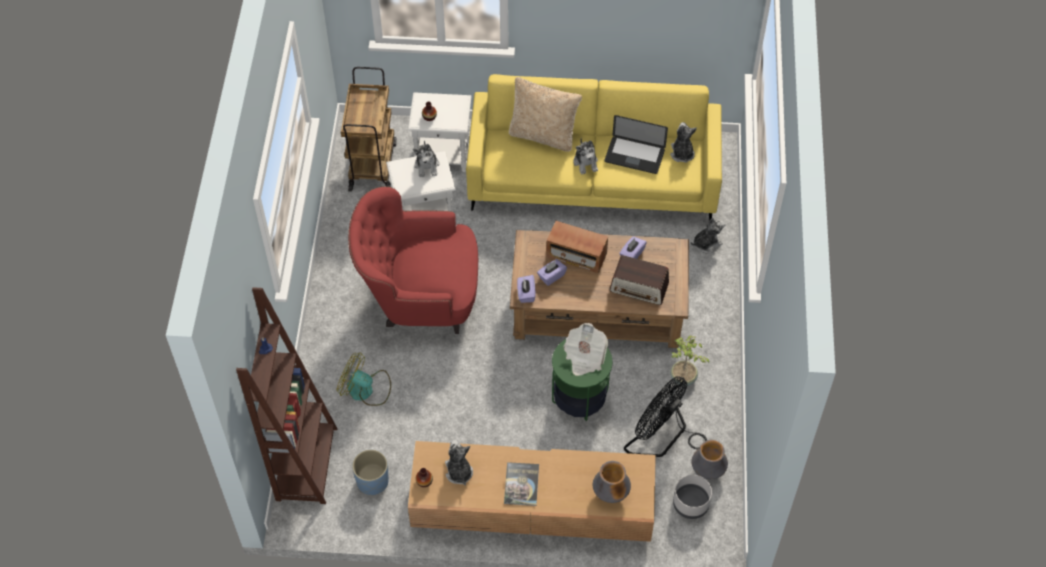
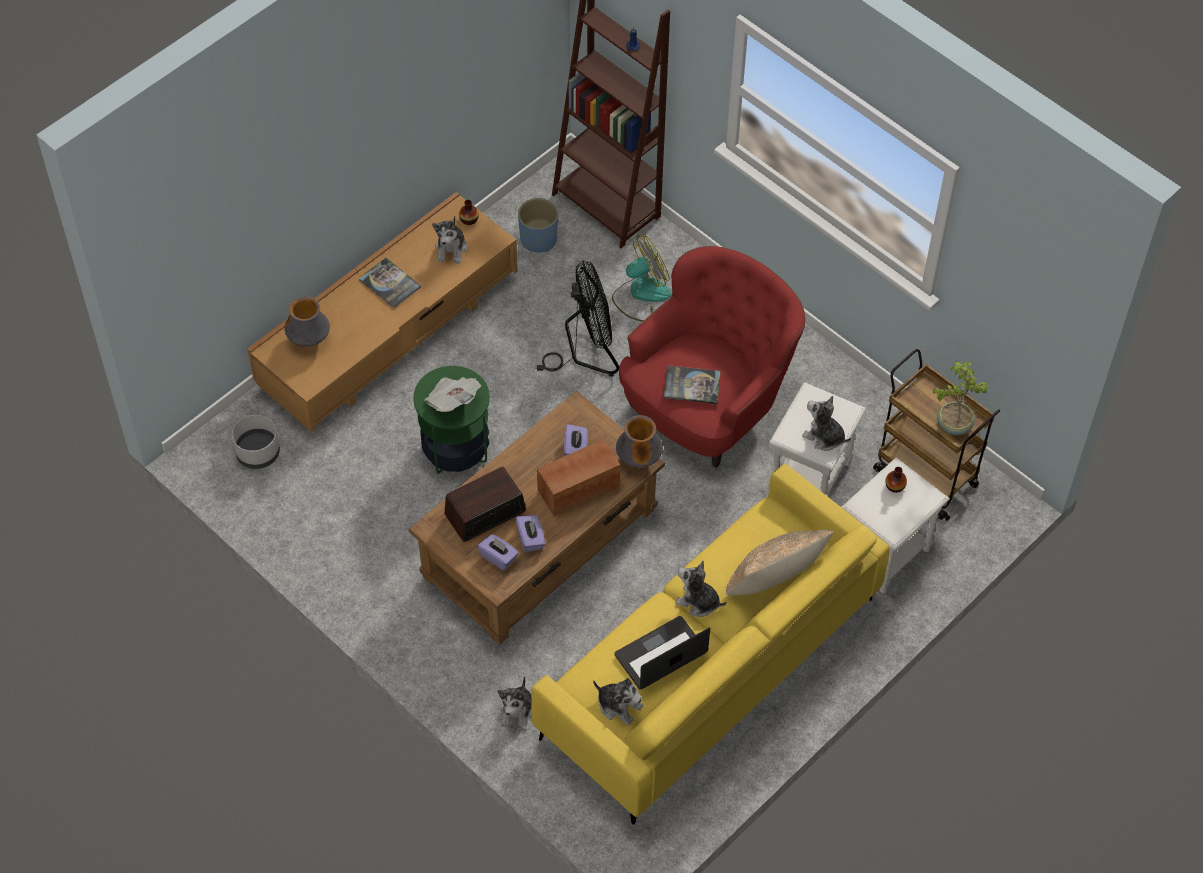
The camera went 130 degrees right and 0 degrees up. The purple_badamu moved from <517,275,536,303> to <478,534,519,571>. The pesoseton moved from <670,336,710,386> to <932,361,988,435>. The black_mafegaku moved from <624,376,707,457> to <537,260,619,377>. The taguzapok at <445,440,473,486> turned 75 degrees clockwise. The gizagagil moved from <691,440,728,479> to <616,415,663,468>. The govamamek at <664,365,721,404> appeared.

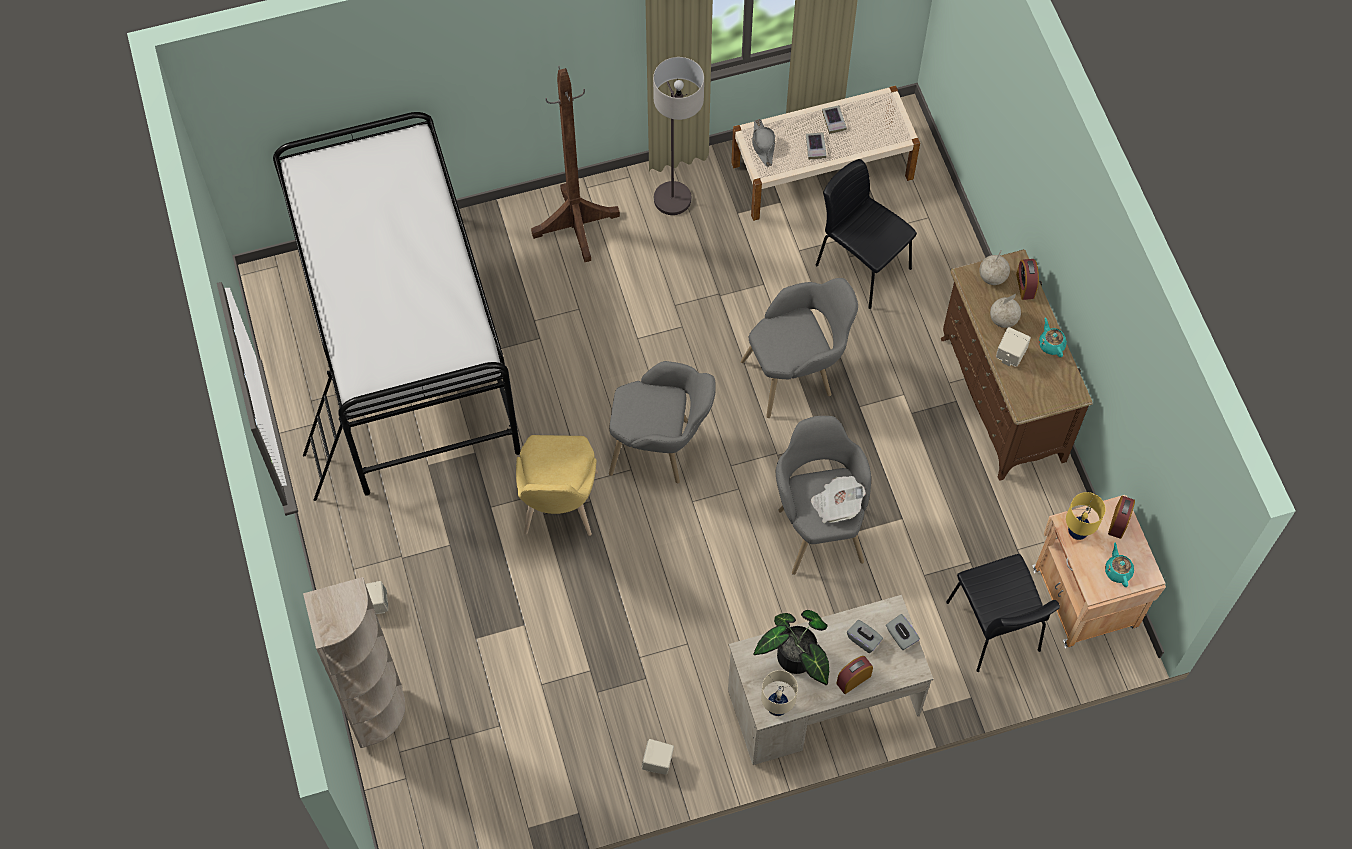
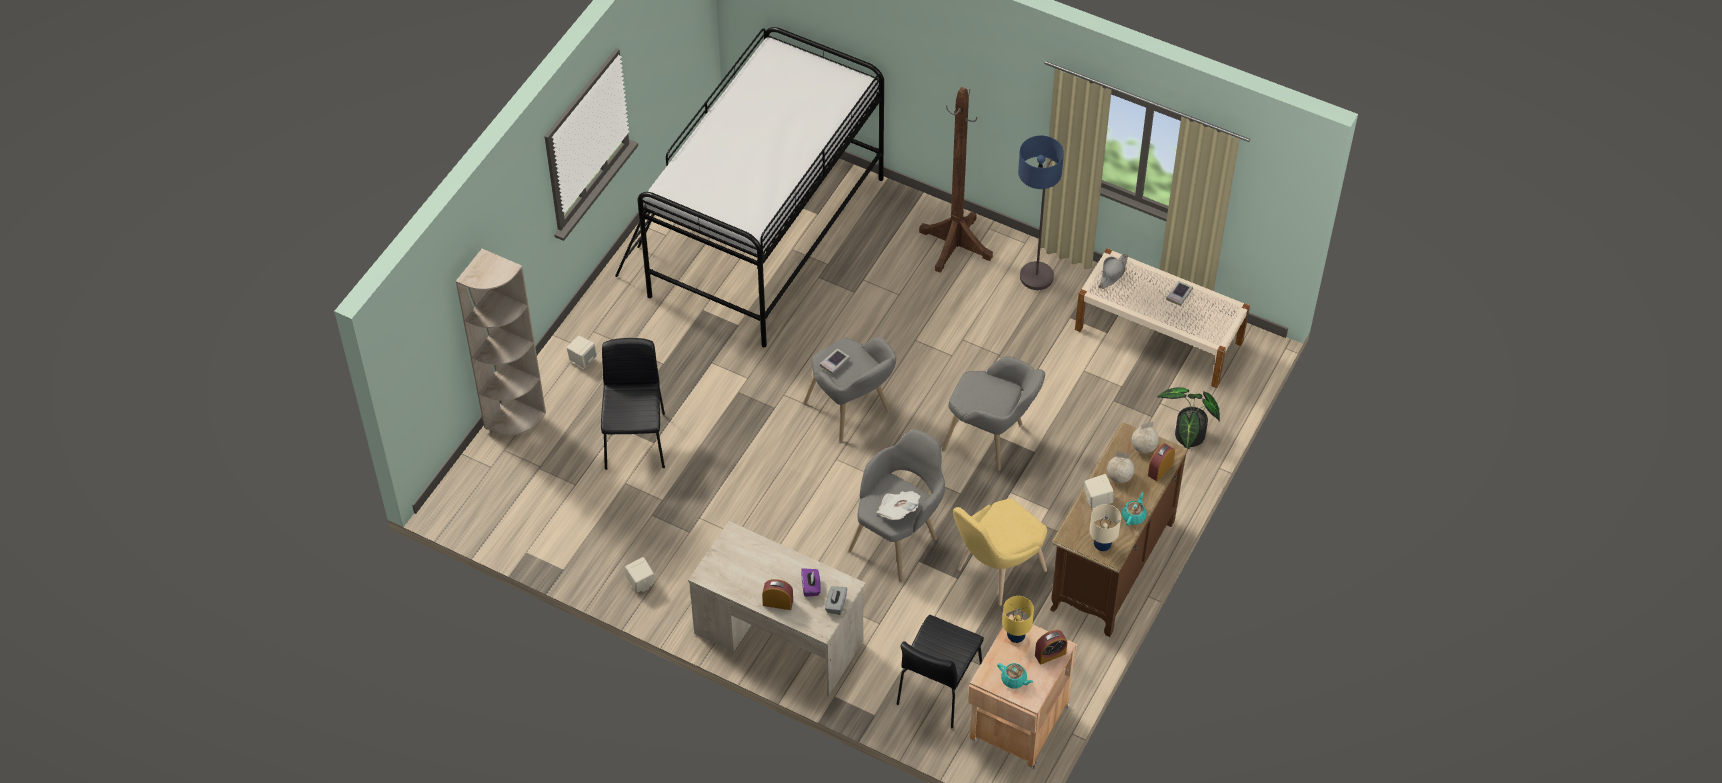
The camera went 45 degrees right and 10 degrees down. The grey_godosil at <653,57,704,215> became the blue_godosil at <1018,136,1064,290>. The govamamek moved from <806,132,827,160> to <820,348,850,374>. The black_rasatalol moved from <816,159,917,309> to <601,338,665,470>. The yellow_rasatalol moved from <516,435,598,536> to <953,499,1047,606>. The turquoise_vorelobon at <1105,542,1134,587> turned 90 degrees clockwise. The pesoseton moved from <753,610,829,685> to <1157,387,1220,450>. The grey_badamu at <847,620,883,653> became the purple_badamu at <801,568,821,597>. The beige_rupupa moved from <761,670,798,716> to <1089,504,1121,551>.

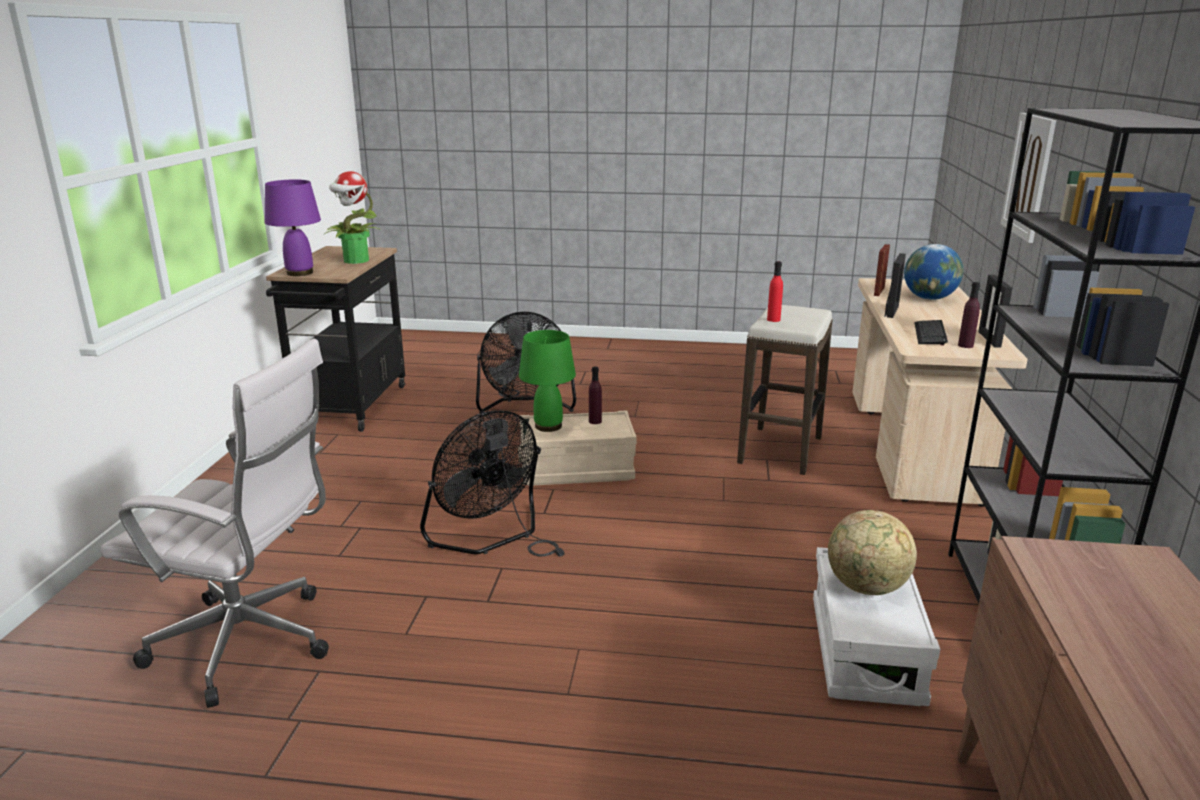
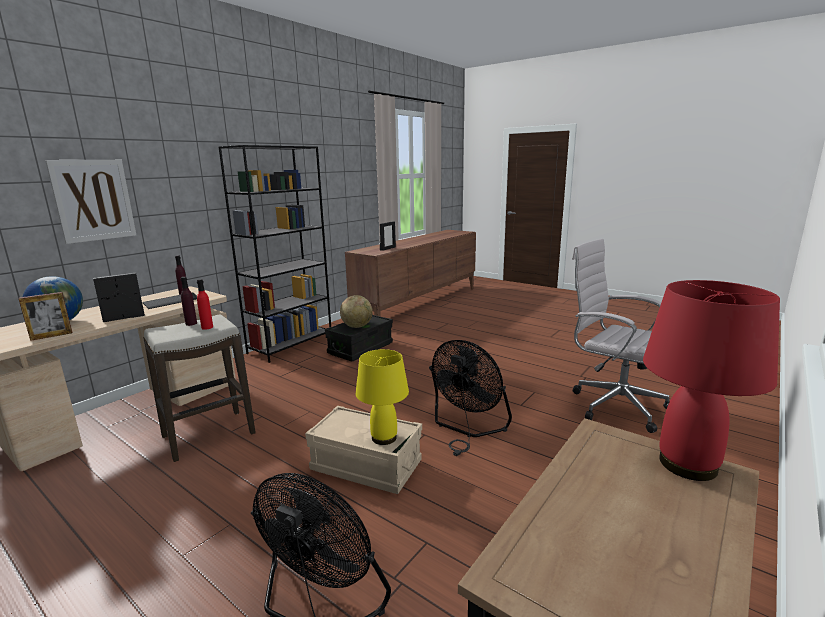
The camera went 150 degrees left and 5 degrees down. The pesoseton at <325,171,381,264> disappeared. The purple_rupupa at <265,179,321,276> became the red_rupupa at <643,280,780,481>. The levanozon moved from <978,275,1012,348> to <380,221,396,251>. The green_rupupa at <519,330,576,432> became the yellow_rupupa at <356,349,409,445>. The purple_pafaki moved from <589,366,602,424> to <181,277,197,326>. The black_mafegaku at <420,411,564,557> turned 135 degrees counterclockwise. The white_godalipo at <813,547,940,706> became the black_godalipo at <325,315,393,361>.

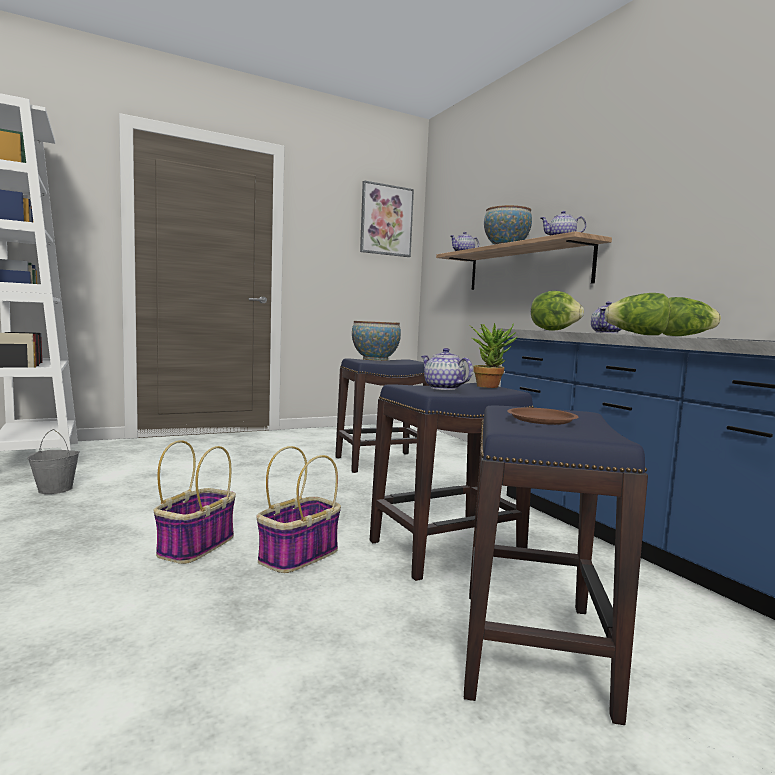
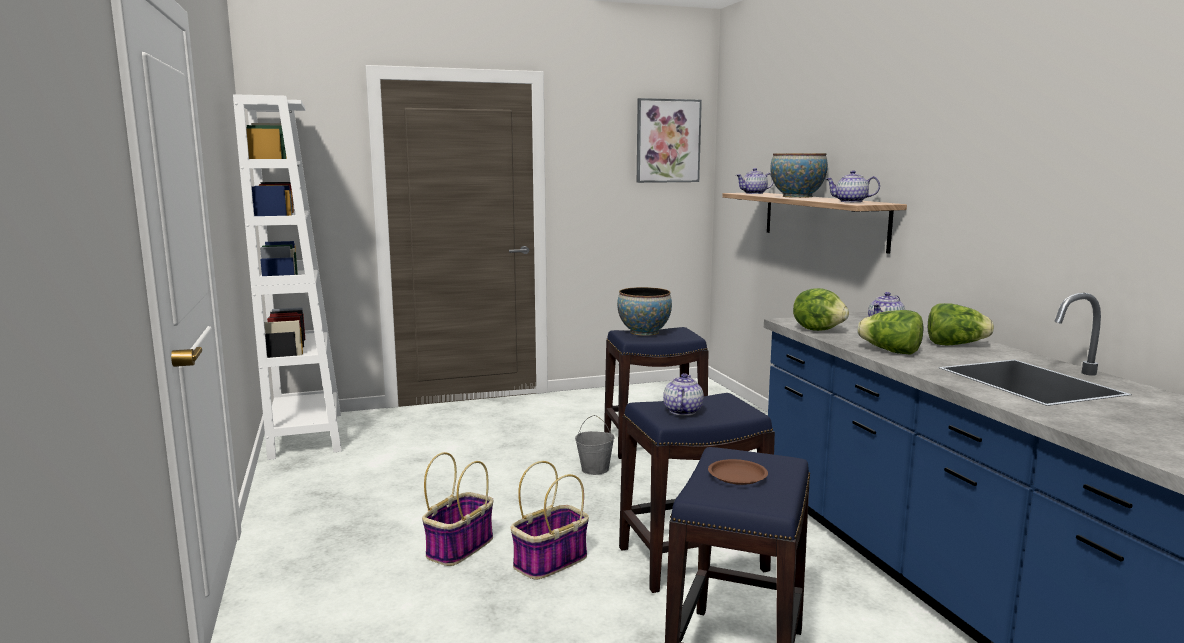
The camera went 10 degrees right and 5 degrees up. The pesoseton at <470,323,518,388> disappeared. The vorelobon at <421,348,473,390> turned 45 degrees clockwise. The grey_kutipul moved from <27,429,80,494> to <575,415,615,475>.

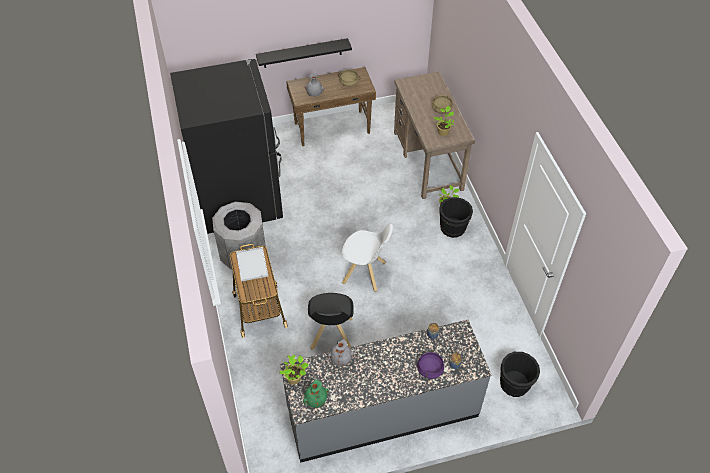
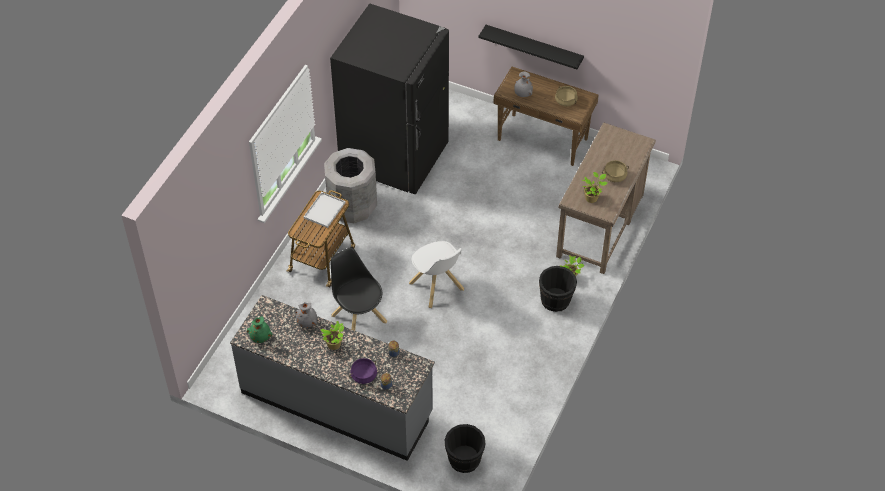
The camera went 40 degrees right and 0 degrees up. The black_rasatalol at <308,293,354,350> turned 105 degrees clockwise. The pesoseton moved from <279,354,308,385> to <321,321,344,350>.

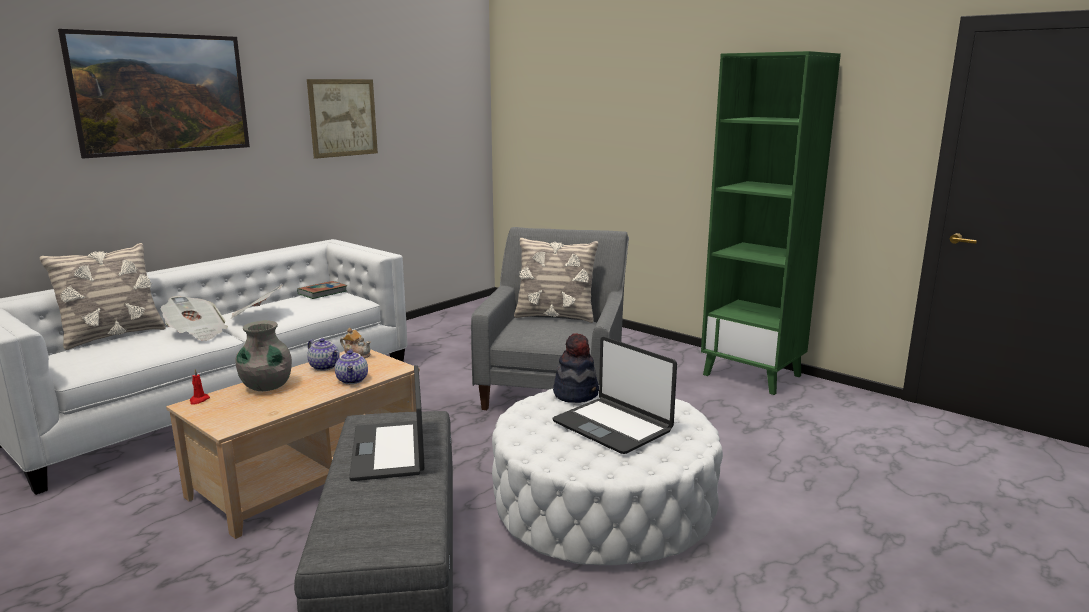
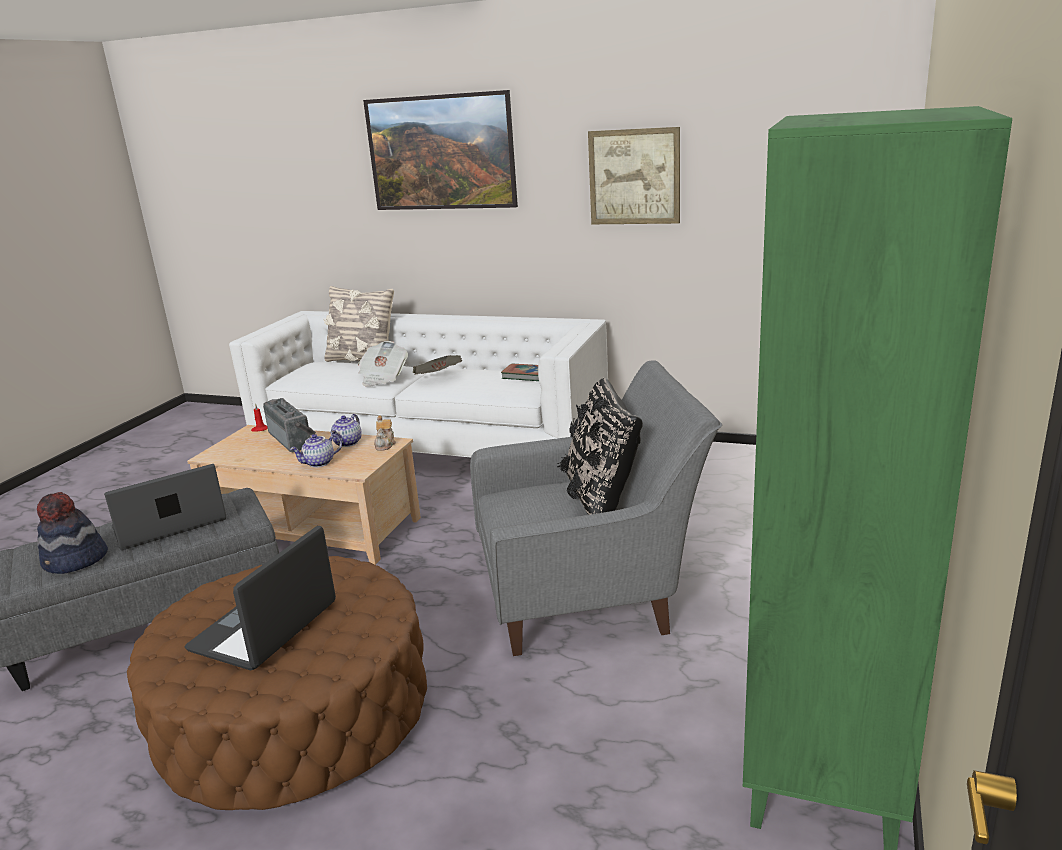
The camera went 70 degrees right and 5 degrees up. The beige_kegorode at <514,238,598,323> became the black_kegorode at <557,378,643,515>. The grey_gizagagil at <235,320,292,391> was replaced by the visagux at <263,398,316,452>. The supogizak moved from <553,333,599,403> to <37,492,108,574>. The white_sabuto at <492,389,723,565> became the brown_sabuto at <127,556,427,810>.

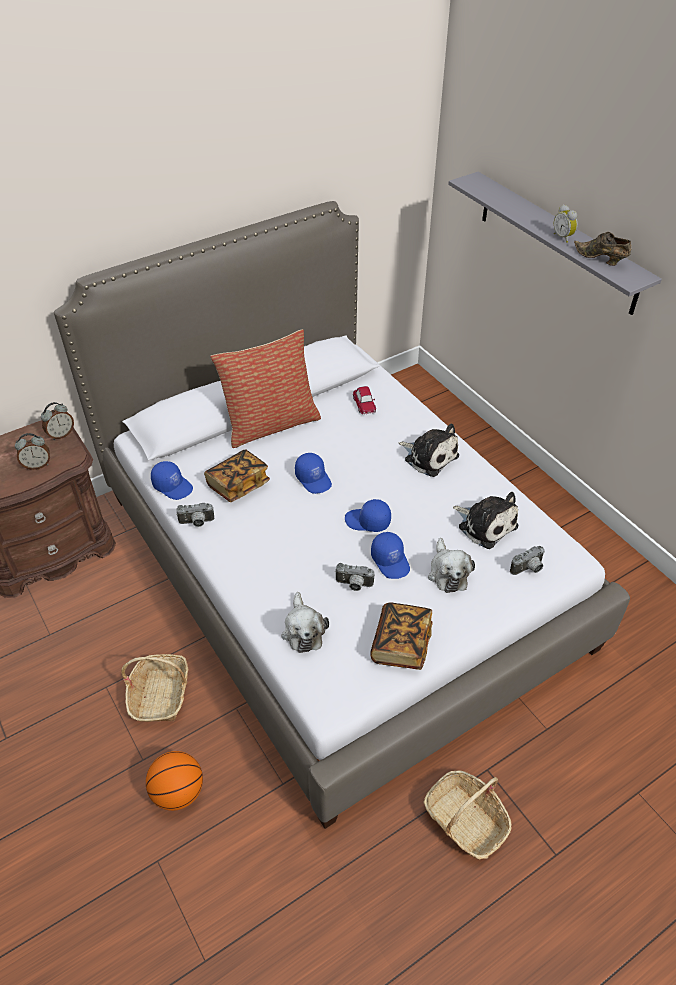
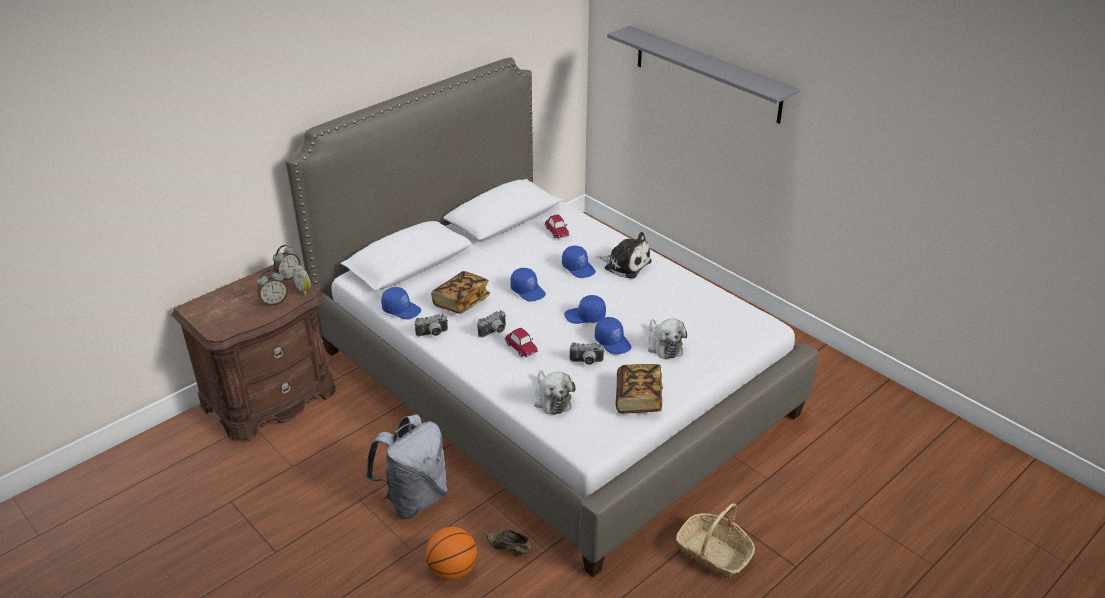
The camera went 10 degrees left and 10 degrees down. The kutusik moved from <554,205,578,243> to <293,265,311,296>. The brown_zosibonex moved from <574,232,631,266> to <484,529,532,557>. The kegorode at <210,329,321,448> disappeared. The taguzapok at <453,492,518,549> disappeared. The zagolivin moved from <510,546,545,575> to <477,310,506,337>. The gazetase at <121,654,188,722> was replaced by the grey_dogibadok at <366,414,448,519>. The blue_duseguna at <562,246,596,278> appeared. The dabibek at <505,328,538,357> appeared.

